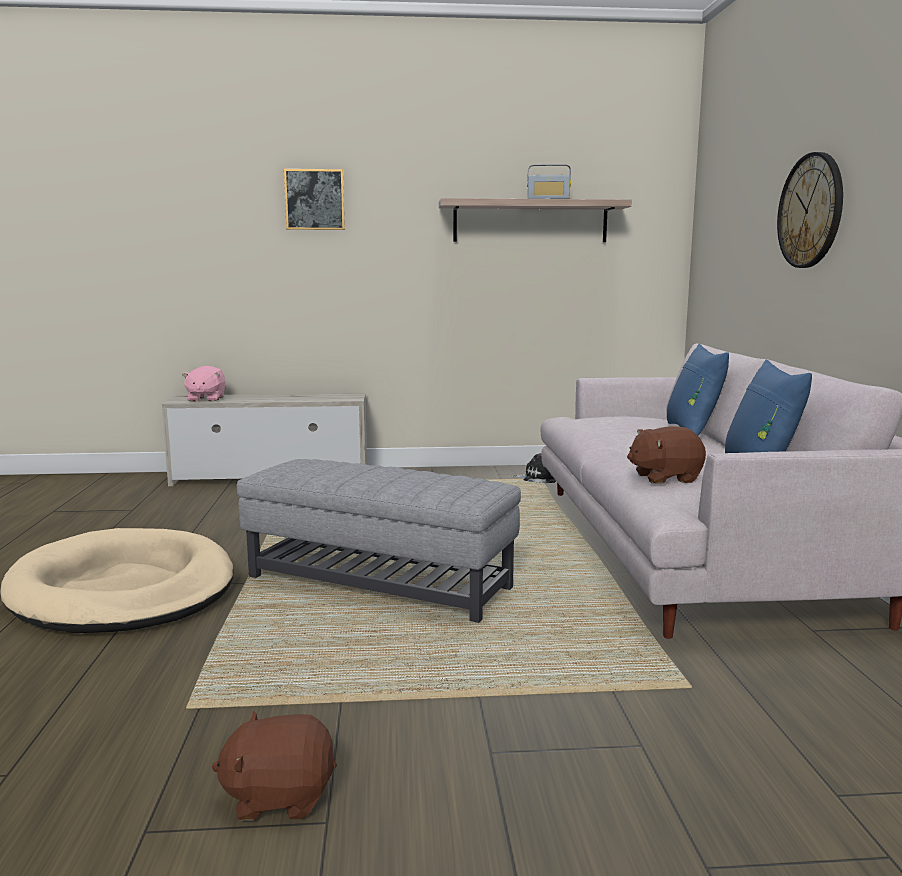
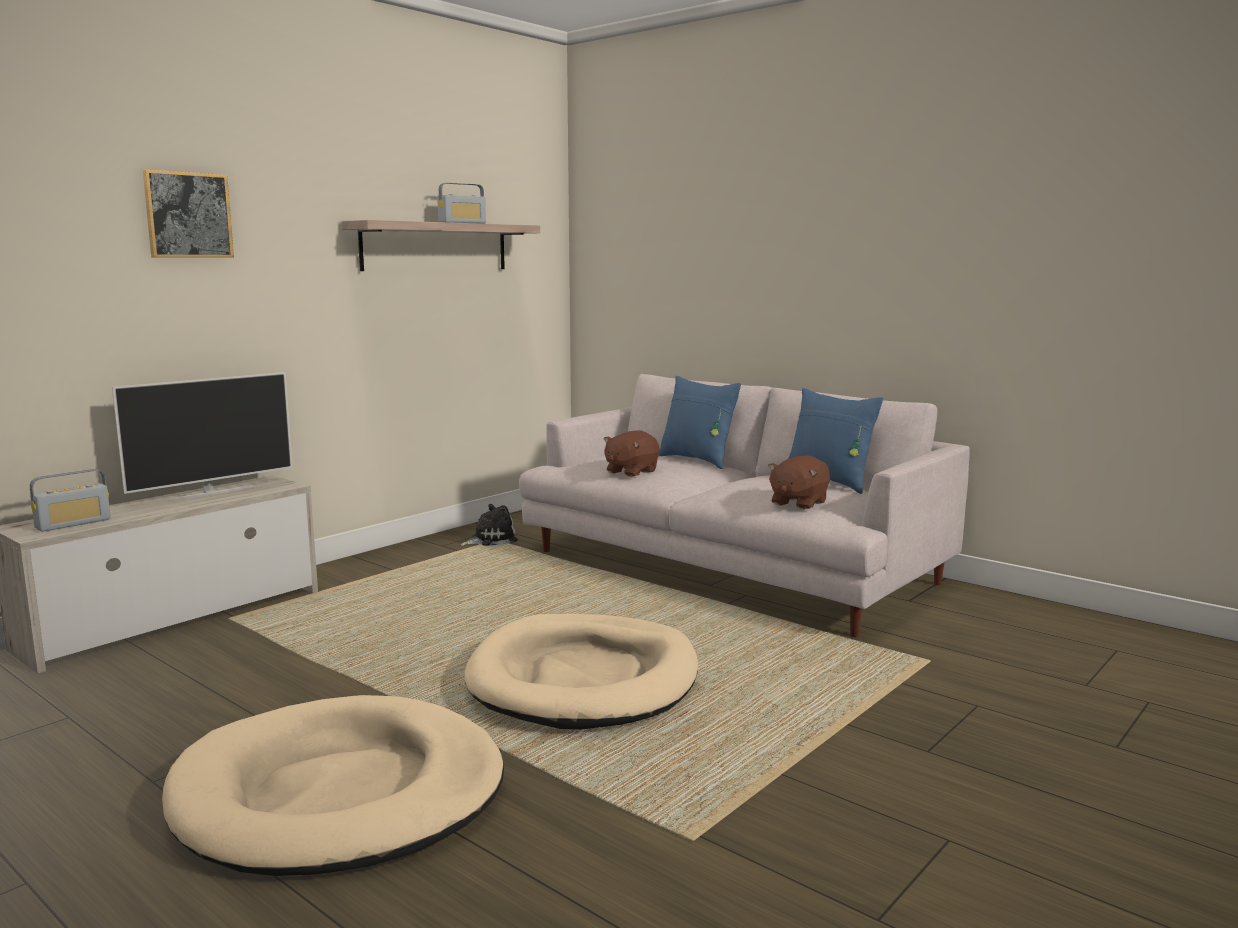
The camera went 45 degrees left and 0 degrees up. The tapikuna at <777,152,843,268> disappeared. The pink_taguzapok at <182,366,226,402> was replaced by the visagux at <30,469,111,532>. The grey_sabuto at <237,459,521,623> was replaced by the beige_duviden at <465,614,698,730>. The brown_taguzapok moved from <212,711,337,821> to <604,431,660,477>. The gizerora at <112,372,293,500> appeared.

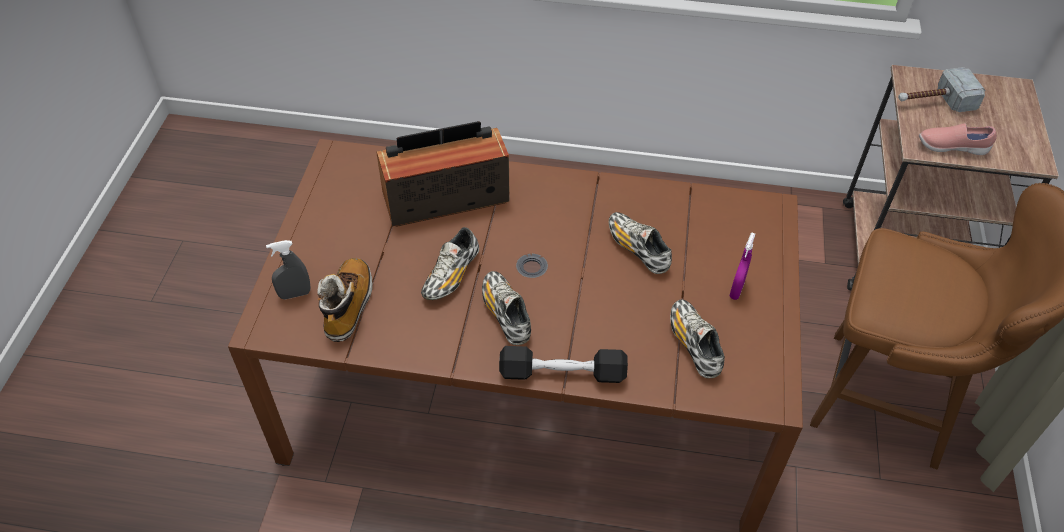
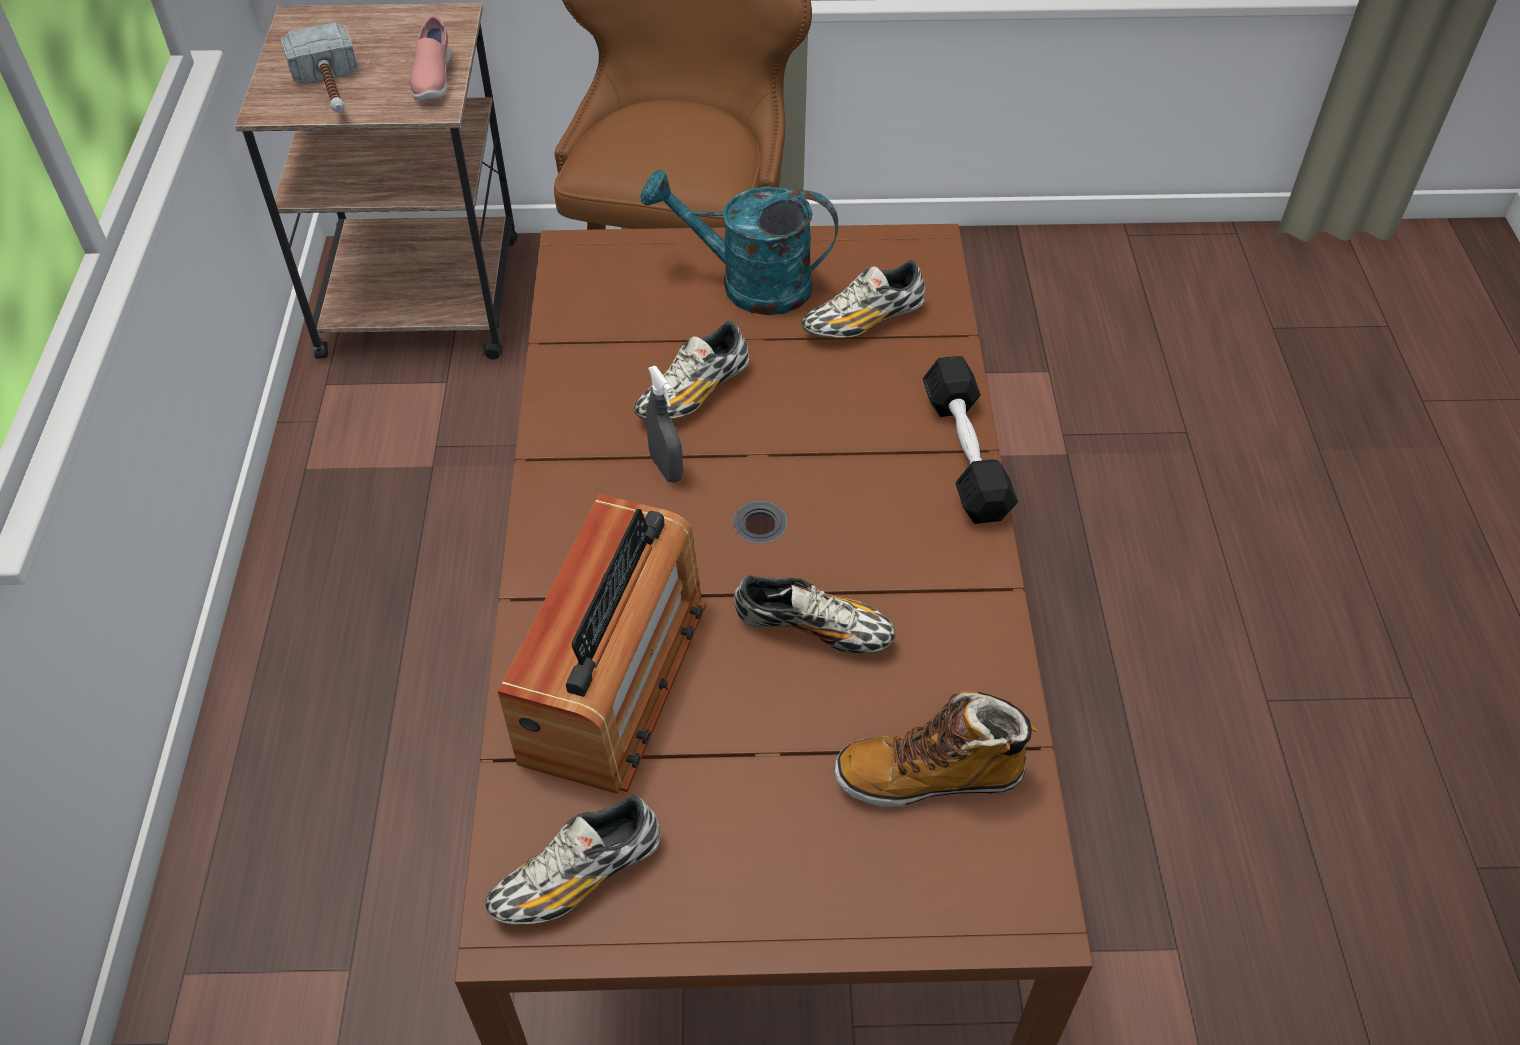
The camera went 100 degrees left and 0 degrees up. The visagux at <376,121,510,227> turned 135 degrees counterclockwise. The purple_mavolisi at <729,232,755,300> was replaced by the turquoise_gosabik at <641,169,838,315>. The grey_mavolisi moved from <266,240,311,300> to <646,366,683,483>. The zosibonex moved from <482,271,531,345> to <485,795,660,925>.

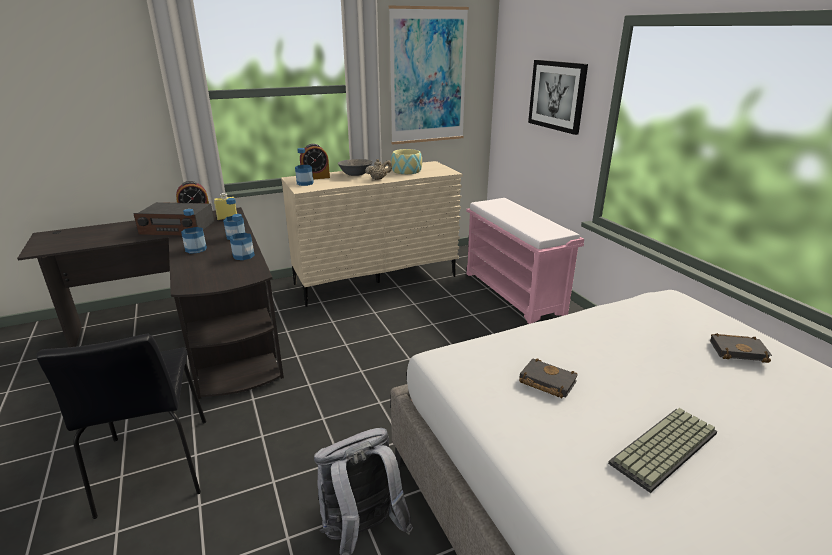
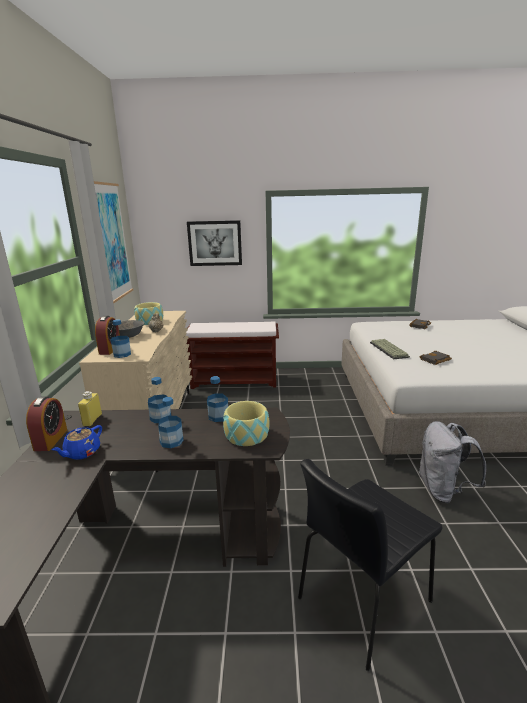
The camera went 65 degrees left and 5 degrees down. The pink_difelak at <466,198,584,324> became the brown_difelak at <186,321,279,389>. The visagux at <133,202,214,236> was replaced by the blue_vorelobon at <52,425,102,460>. The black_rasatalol at <36,334,206,519> turned 135 degrees clockwise. The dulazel moved from <608,408,717,493> to <370,339,410,359>. The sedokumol at <223,401,270,446> appeared.

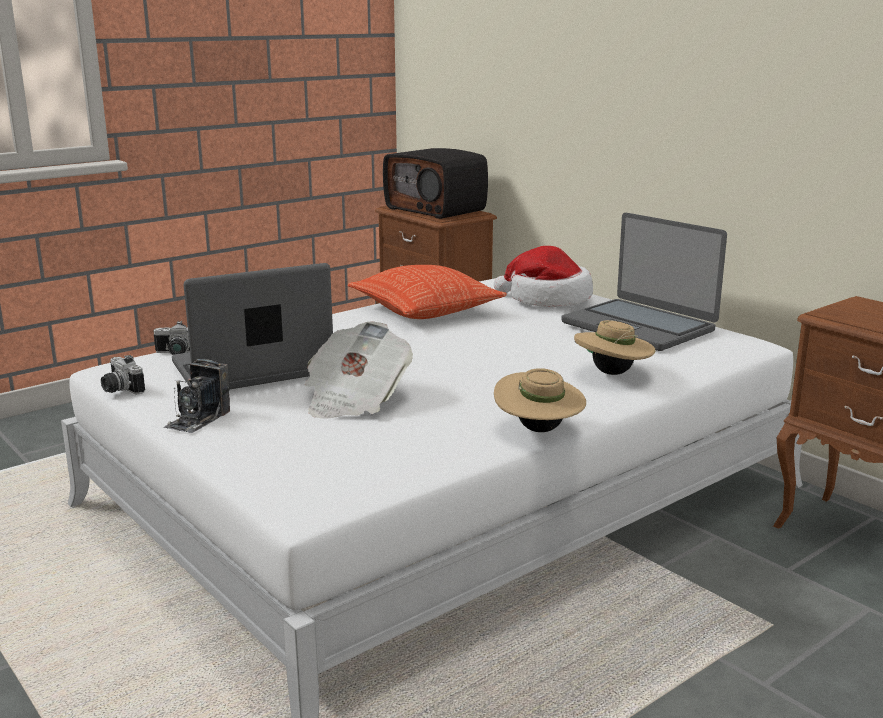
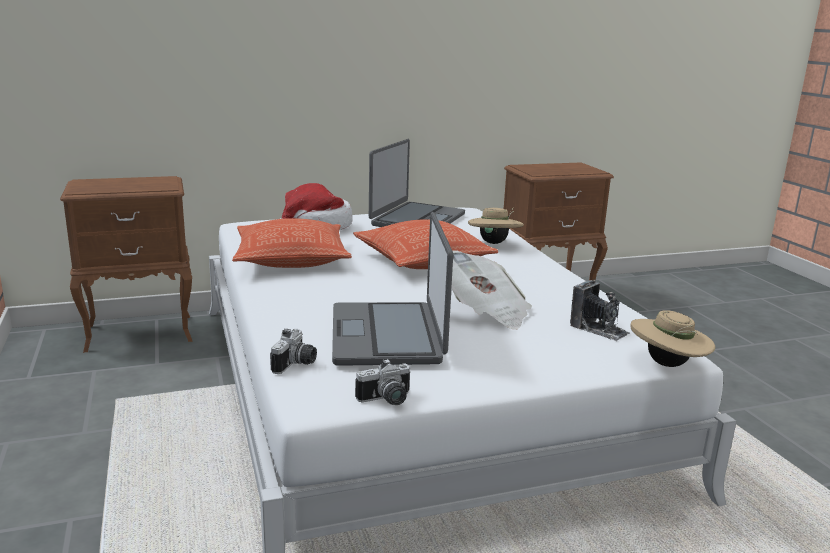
The camera went 70 degrees left and 0 degrees up. The visagux at <383,148,488,219> disappeared. The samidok at <561,213,727,351> turned 45 degrees counterclockwise. The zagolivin moved from <163,359,230,433> to <570,279,630,341>. The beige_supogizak moved from <494,368,586,432> to <630,310,715,367>. The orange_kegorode at <353,220,498,269> appeared.

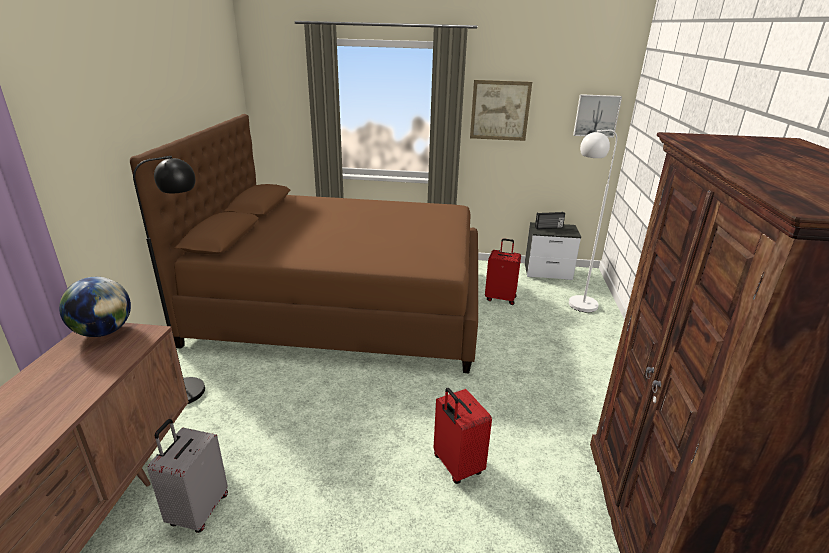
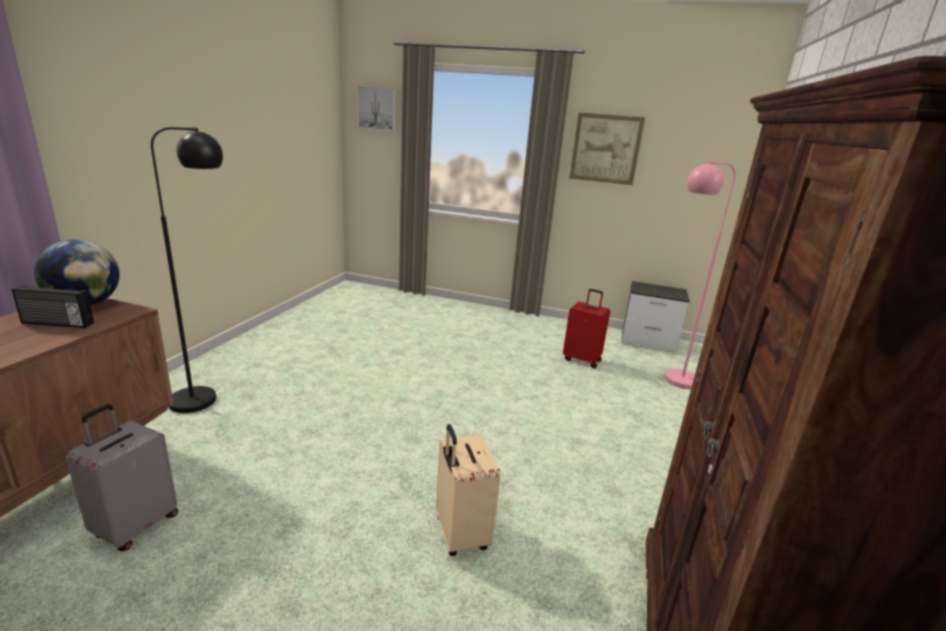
The camera went 10 degrees right and 5 degrees down. The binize moved from <573,94,622,138> to <357,86,396,131>. The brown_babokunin at <130,114,478,373> disappeared. The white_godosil at <569,129,617,312> became the pink_godosil at <664,161,736,389>. The visagux moved from <535,212,565,229> to <12,285,94,328>. The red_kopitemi at <434,388,492,484> became the beige_kopitemi at <436,424,500,556>.

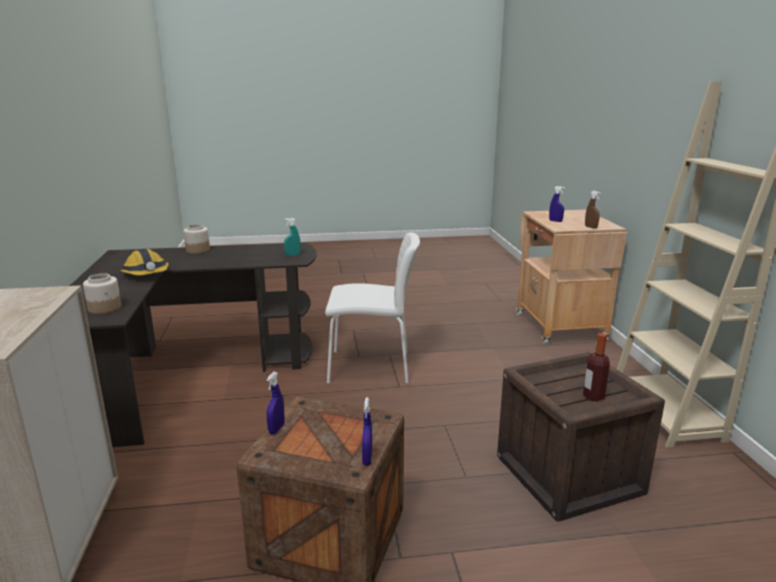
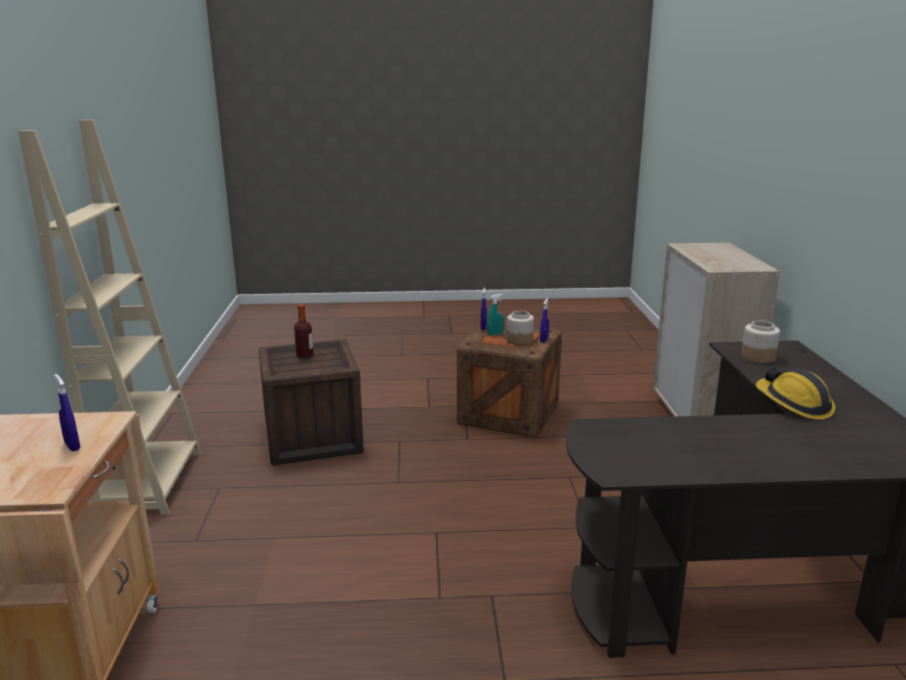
The camera went 175 degrees left and 0 degrees up. The brown_mavolisi at <585,191,601,229> disappeared. The turquoise_mavolisi moved from <284,218,301,256> to <487,294,504,335>. The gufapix moved from <183,224,210,254> to <507,311,534,345>. The white_rasatalol at <325,232,420,384> disappeared.

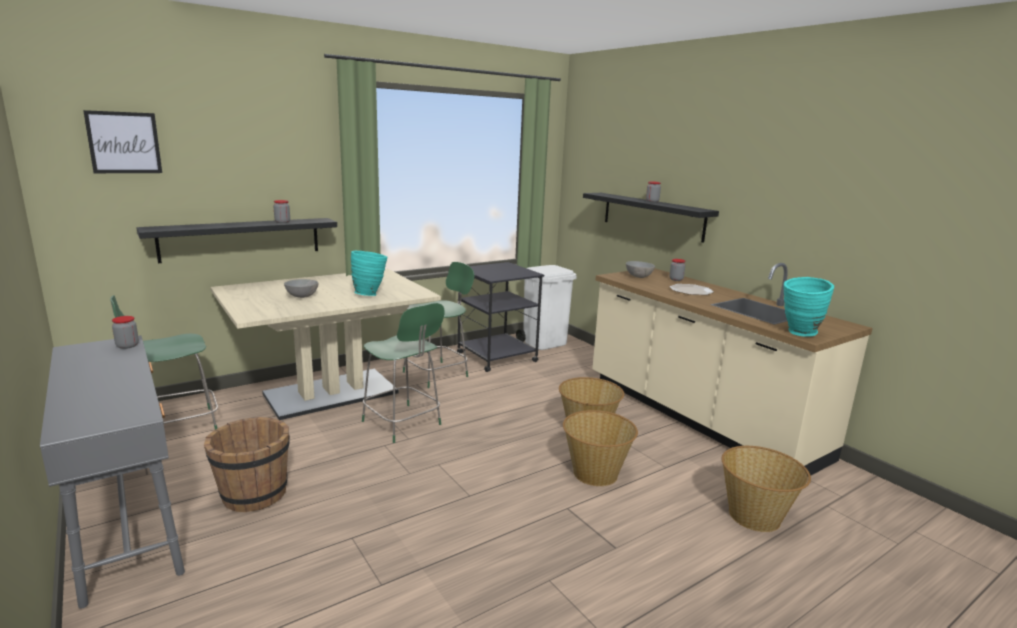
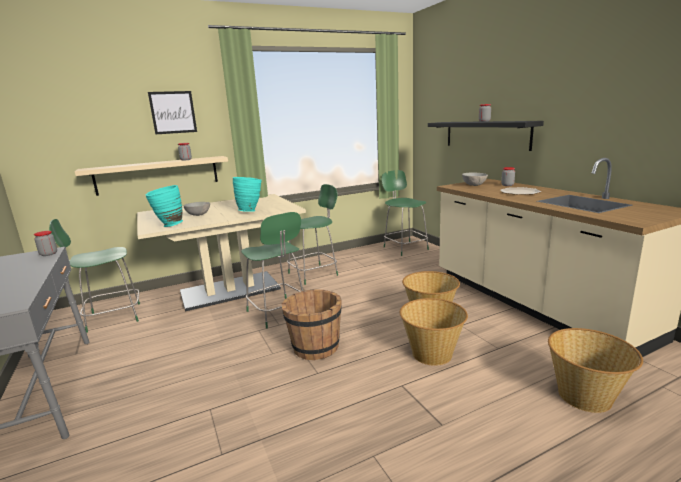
The camera went 10 degrees right and 0 degrees up. The binize moved from <83,110,162,173> to <148,91,197,134>. The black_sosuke at <136,218,337,263> became the beige_sosuke at <75,156,228,196>. The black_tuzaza at <457,262,544,372> disappeared. The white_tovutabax at <516,265,577,350> was replaced by the green_rasatalol at <381,170,429,256>. The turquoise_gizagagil moved from <783,277,834,337> to <146,185,183,227>. The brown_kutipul moved from <204,417,290,512> to <282,289,342,360>.

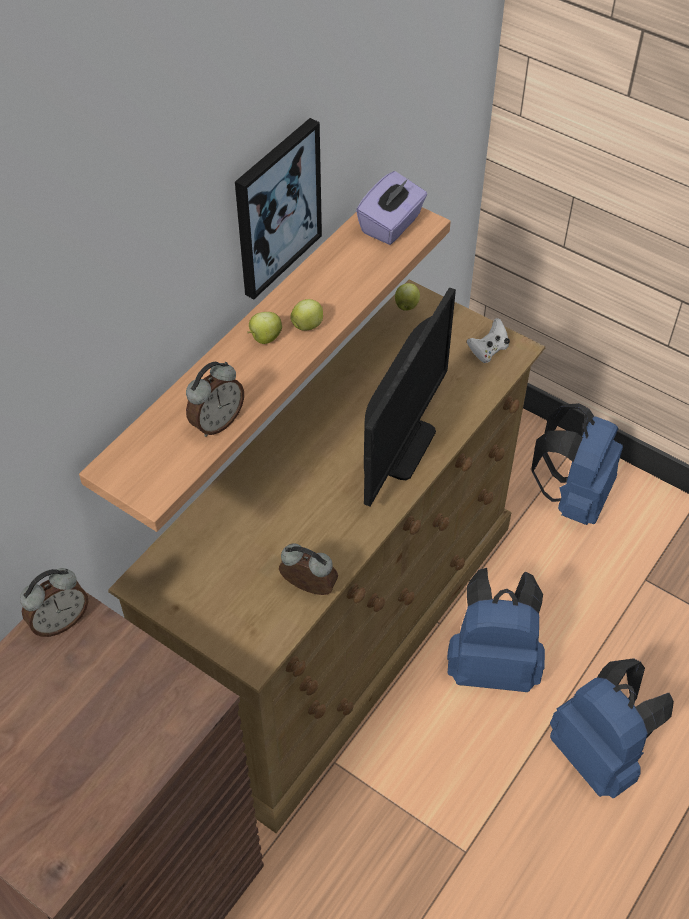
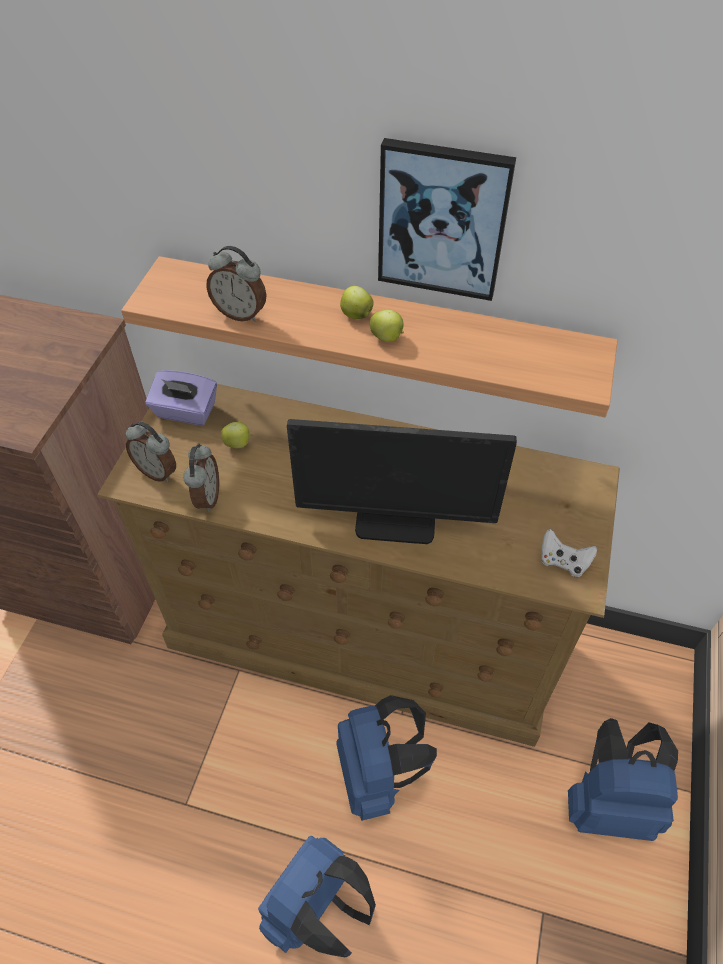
The camera went 70 degrees right and 0 degrees up. The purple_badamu moved from <356,171,427,245> to <145,370,217,425>. The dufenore moved from <395,283,420,311> to <221,422,253,448>. The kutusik moved from <20,568,89,637> to <126,421,176,482>.

